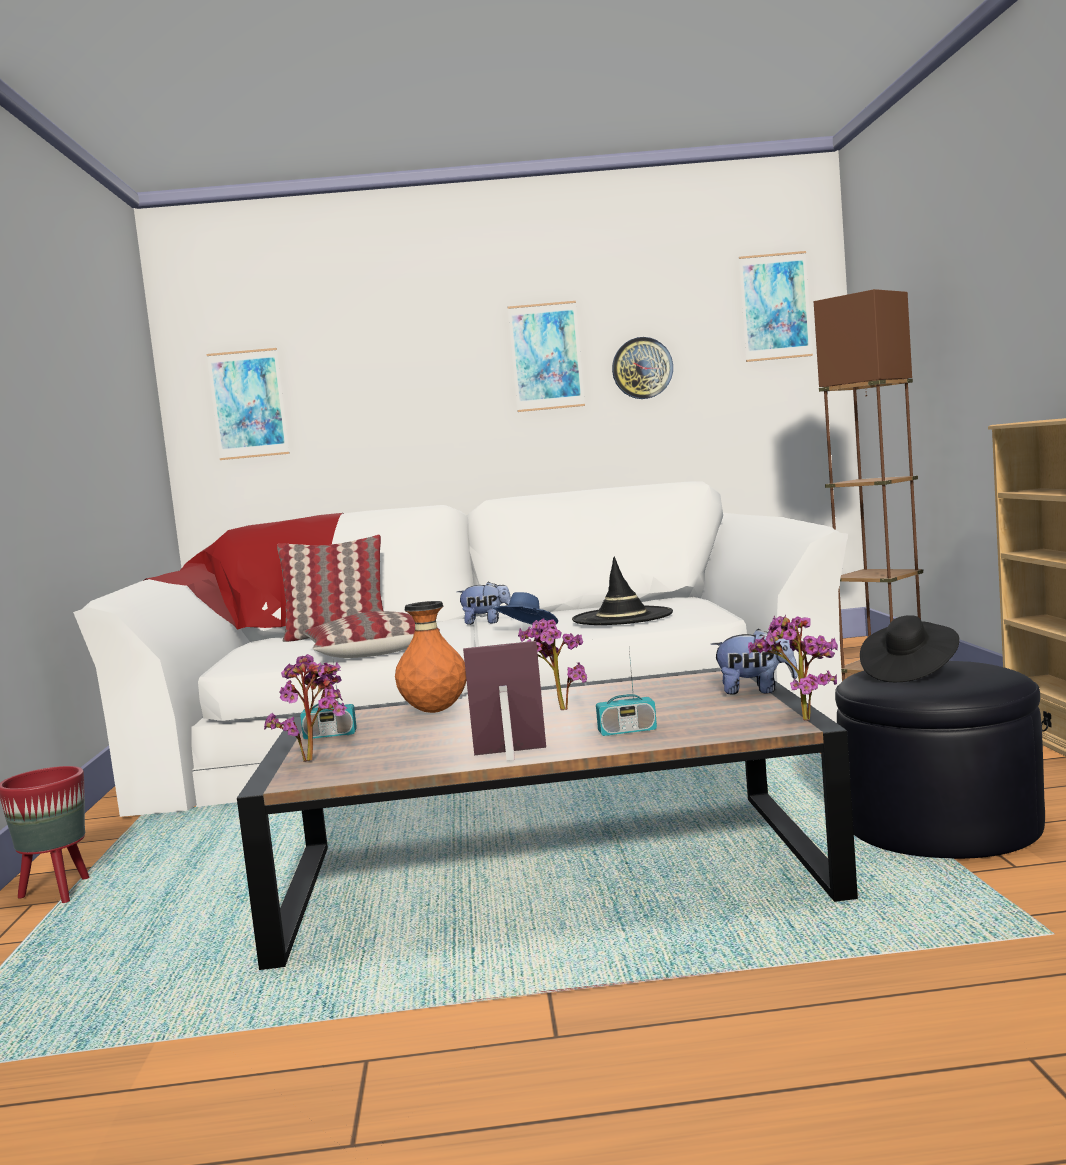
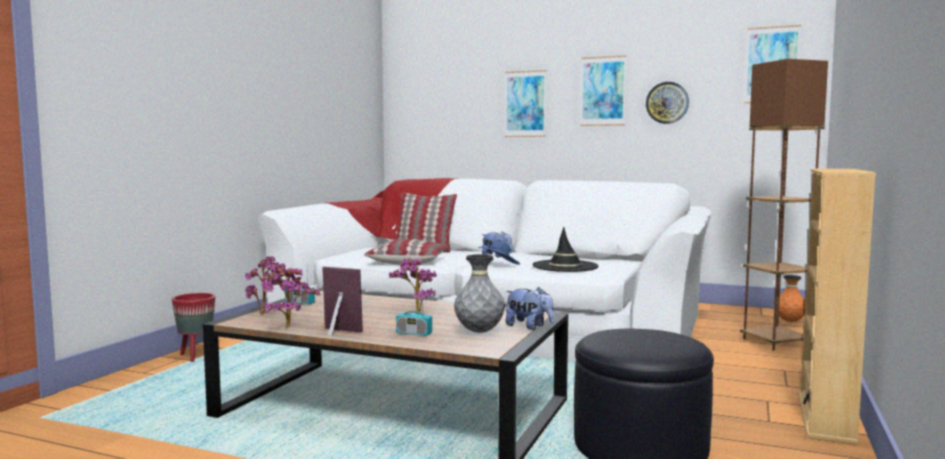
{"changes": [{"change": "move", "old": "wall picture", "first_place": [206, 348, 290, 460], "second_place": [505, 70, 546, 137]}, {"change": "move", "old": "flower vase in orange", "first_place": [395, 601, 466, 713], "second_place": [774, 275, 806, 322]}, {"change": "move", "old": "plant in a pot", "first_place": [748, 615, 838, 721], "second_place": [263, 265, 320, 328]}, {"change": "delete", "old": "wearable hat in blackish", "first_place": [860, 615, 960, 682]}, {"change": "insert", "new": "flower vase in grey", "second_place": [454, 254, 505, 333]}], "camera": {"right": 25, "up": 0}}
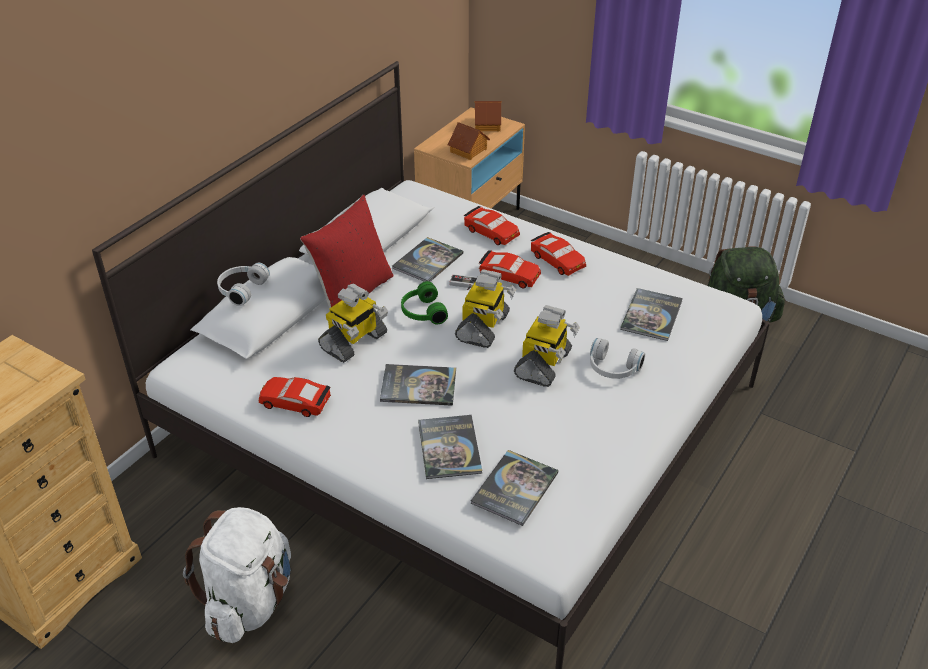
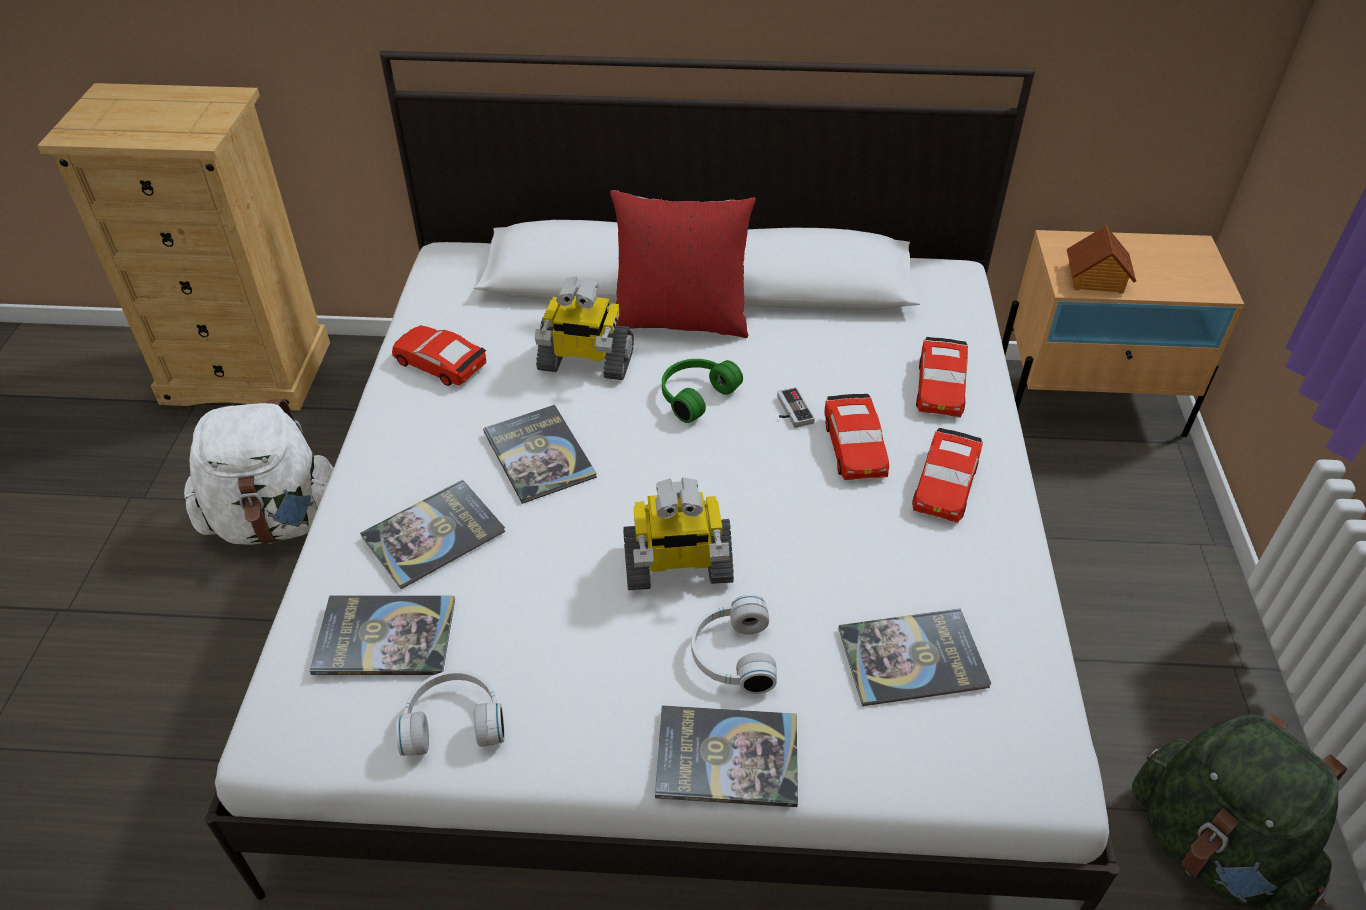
{"changes": [{"change": "move", "old": "headset in white", "first_place": [217, 263, 270, 306], "second_place": [396, 670, 505, 756]}, {"change": "rotate", "old": "miniature car in red-coloured", "first_place": [259, 377, 331, 417], "second_place": [392, 325, 487, 386], "degrees": -45}, {"change": "move", "old": "bound book", "first_place": [392, 237, 463, 282], "second_place": [655, 705, 798, 807]}, {"change": "delete", "old": "toy robot", "first_place": [455, 269, 516, 348]}, {"change": "delete", "old": "miniature house", "first_place": [475, 101, 502, 131]}], "camera": {"right": 60, "up": 5}}
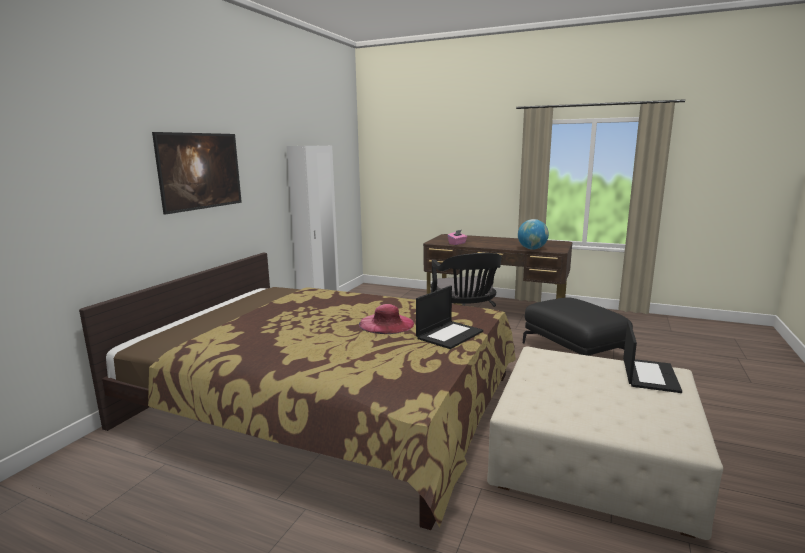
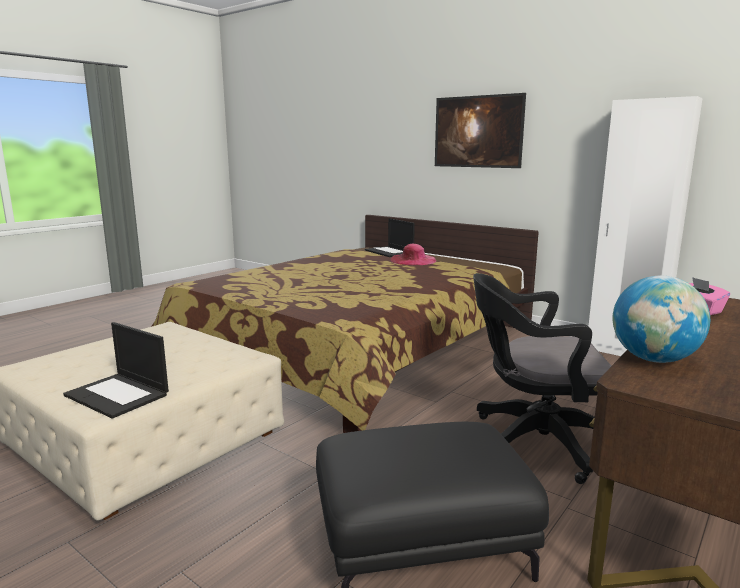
{"changes": [{"change": "move", "old": "wearable hat in pinkish", "first_place": [359, 304, 414, 334], "second_place": [390, 244, 436, 265]}, {"change": "move", "old": "portable computer", "first_place": [416, 286, 483, 349], "second_place": [365, 218, 415, 257]}], "camera": {"right": 105, "up": 0}}
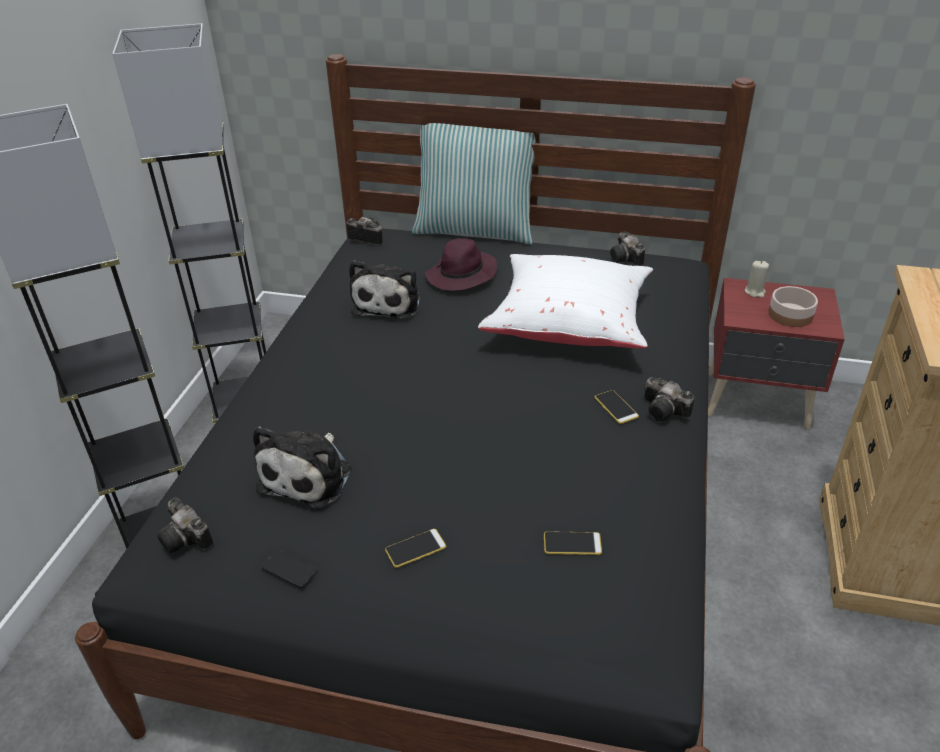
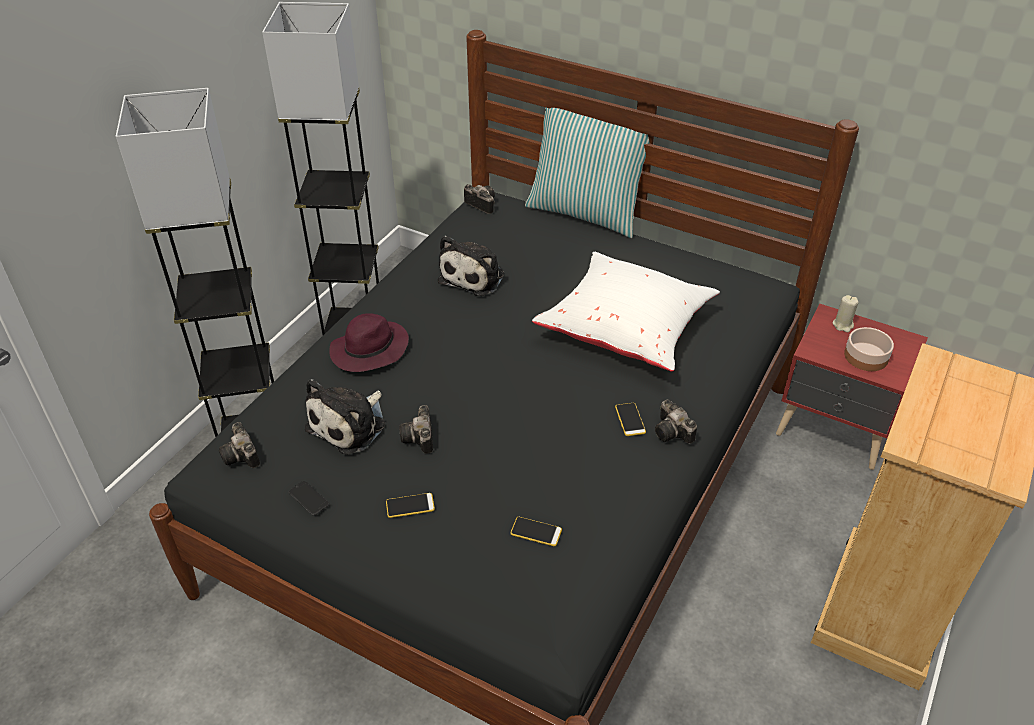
{"changes": [{"change": "move", "old": "wearable hat in purplish", "first_place": [425, 238, 497, 291], "second_place": [329, 313, 409, 372]}, {"change": "move", "old": "still camera", "first_place": [610, 231, 645, 266], "second_place": [399, 405, 433, 454]}], "camera": {"right": 15, "up": 5}}
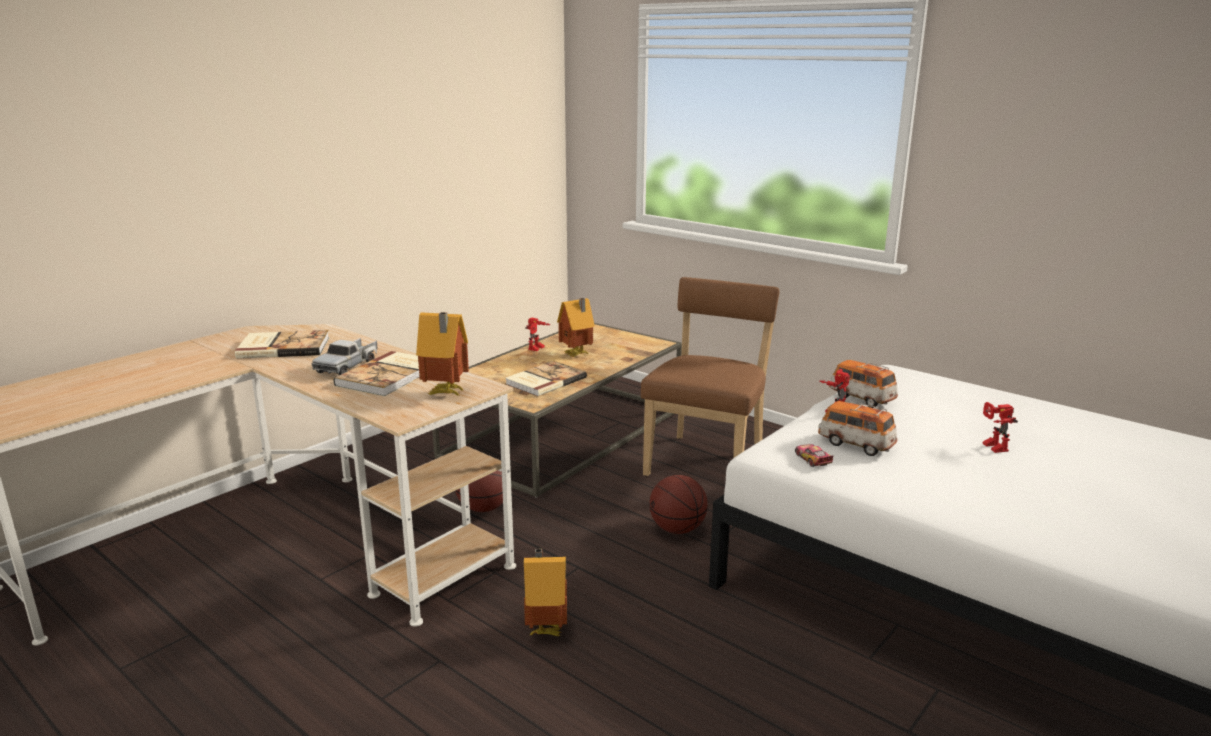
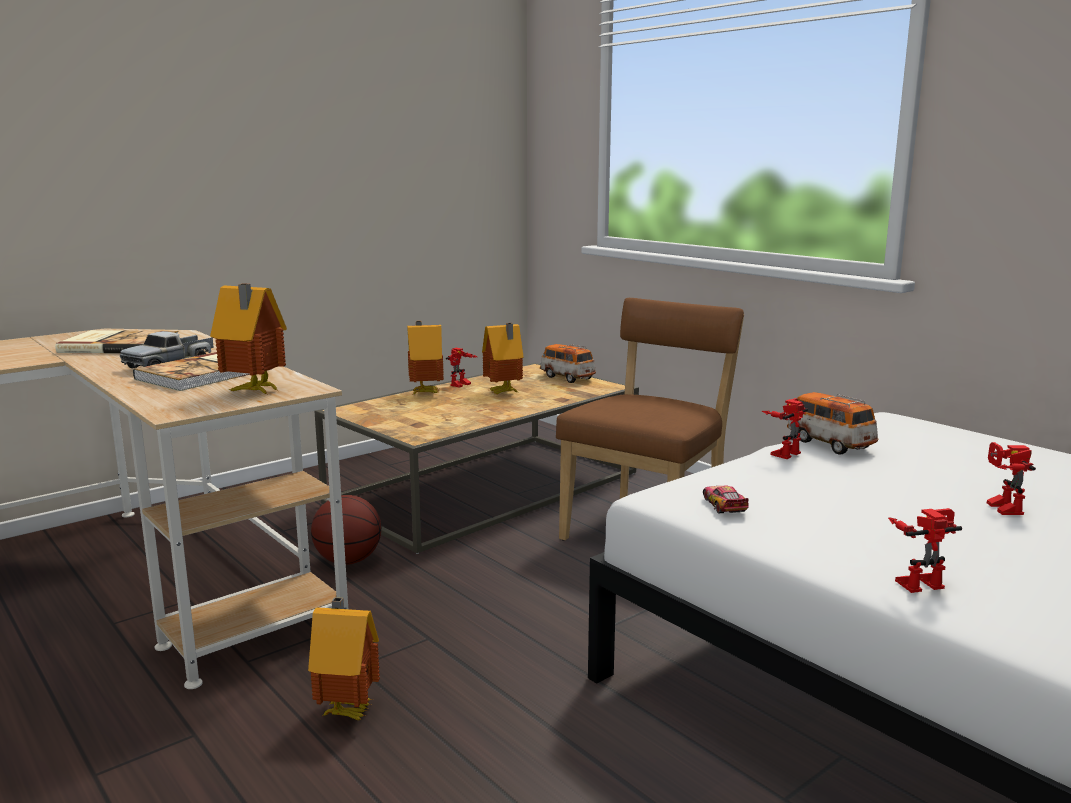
{"changes": [{"change": "delete", "old": "bound book", "first_place": [506, 361, 587, 396]}, {"change": "delete", "old": "basketball", "first_place": [649, 475, 708, 534]}, {"change": "move", "old": "miniature car", "first_place": [818, 401, 898, 456], "second_place": [540, 344, 596, 383]}, {"change": "insert", "new": "miniature house", "second_place": [407, 321, 444, 394]}, {"change": "insert", "new": "toy robot", "second_place": [888, 508, 962, 593]}], "camera": {"right": 10, "up": -5}}
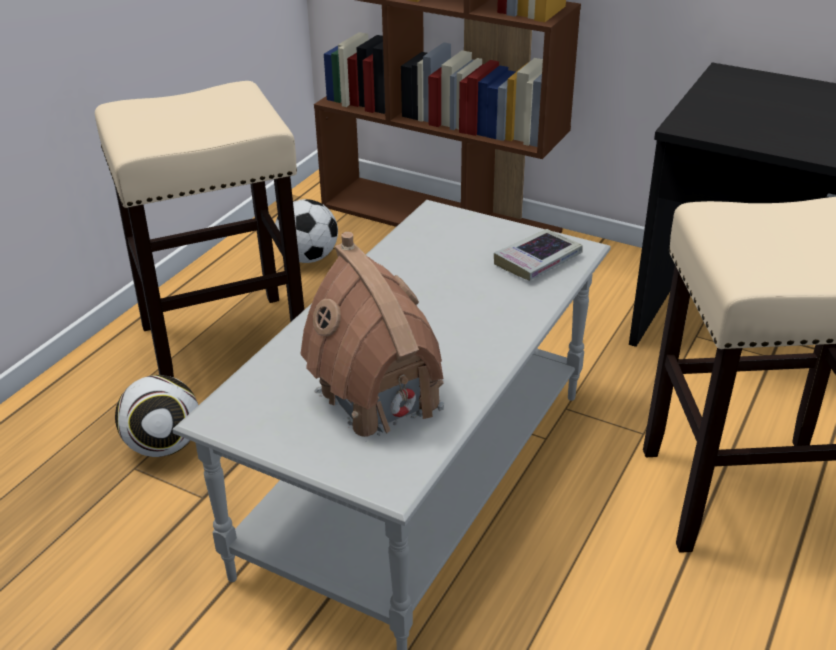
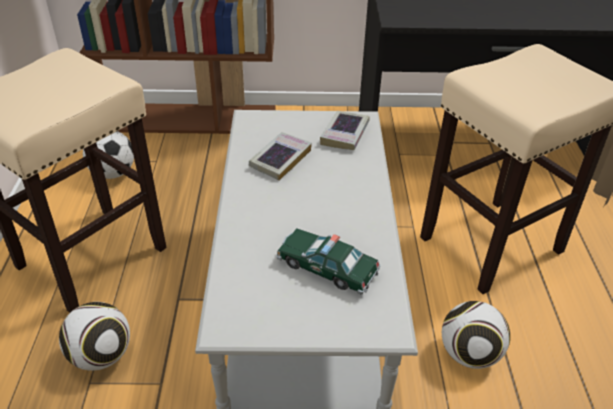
{"changes": [{"change": "replace", "old": "miniature house", "new": "miniature car", "first_place": [300, 232, 444, 442], "second_place": [276, 228, 380, 294]}, {"change": "insert", "new": "bound book", "second_place": [249, 132, 312, 181]}, {"change": "insert", "new": "football", "second_place": [442, 301, 510, 369]}], "camera": {"right": -30, "up": 5}}
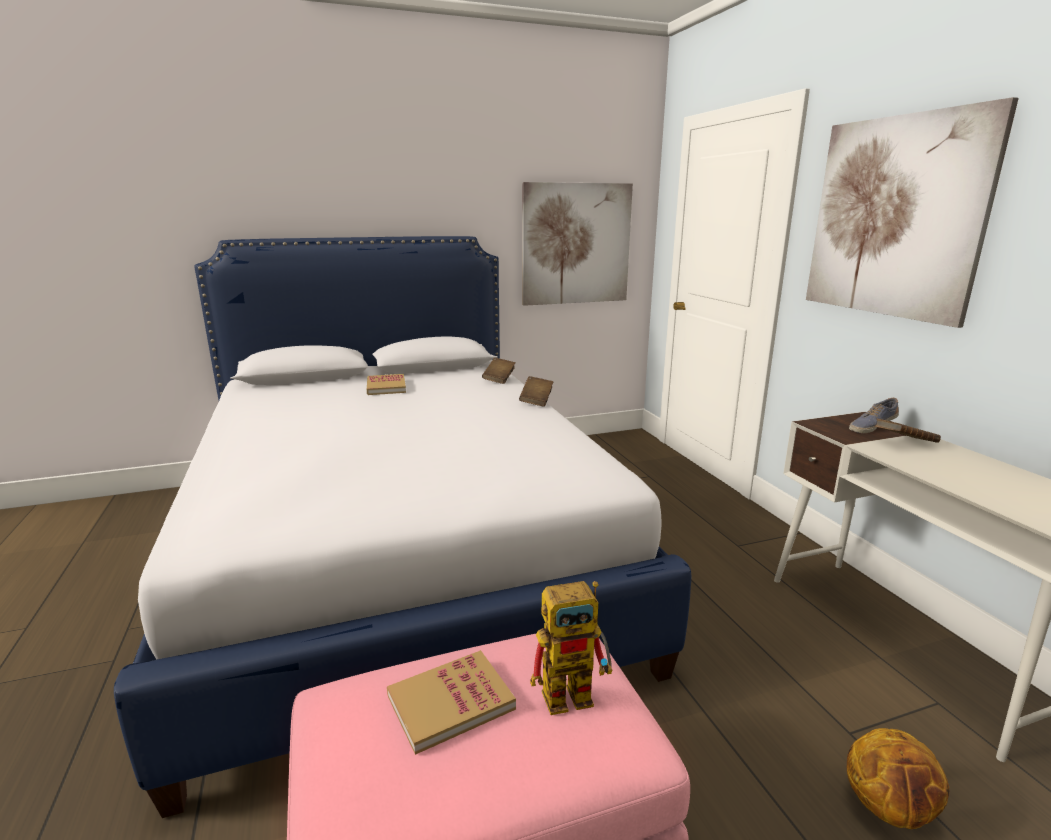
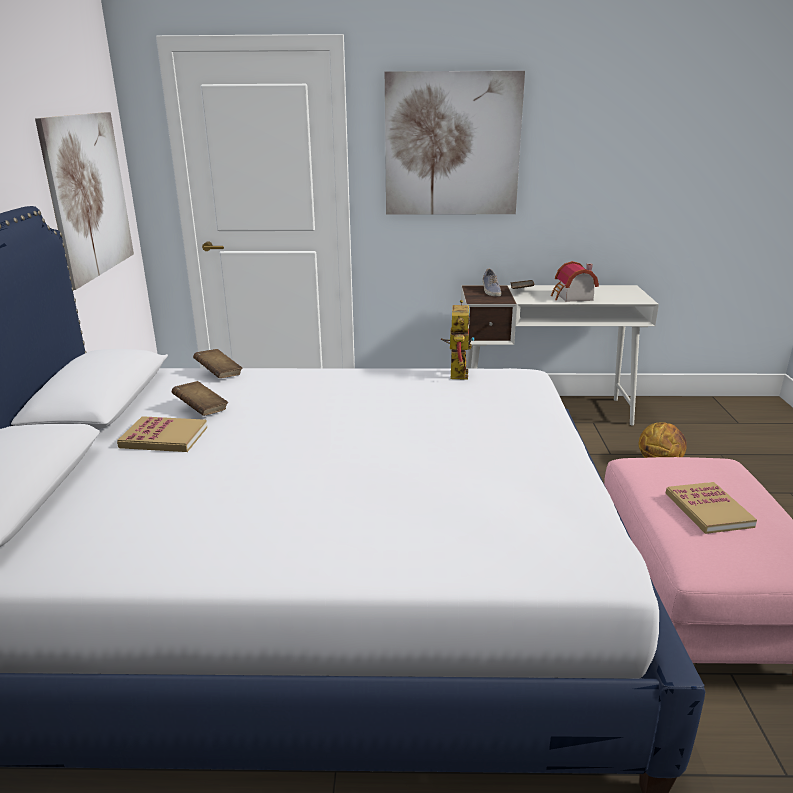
{"changes": [{"change": "move", "old": "bound book in brownish", "first_place": [519, 376, 554, 406], "second_place": [172, 381, 228, 416]}, {"change": "move", "old": "toy robot", "first_place": [530, 581, 612, 715], "second_place": [441, 300, 475, 380]}, {"change": "insert", "new": "miniature house", "second_place": [551, 261, 599, 302]}], "camera": {"right": -70, "up": 5}}
